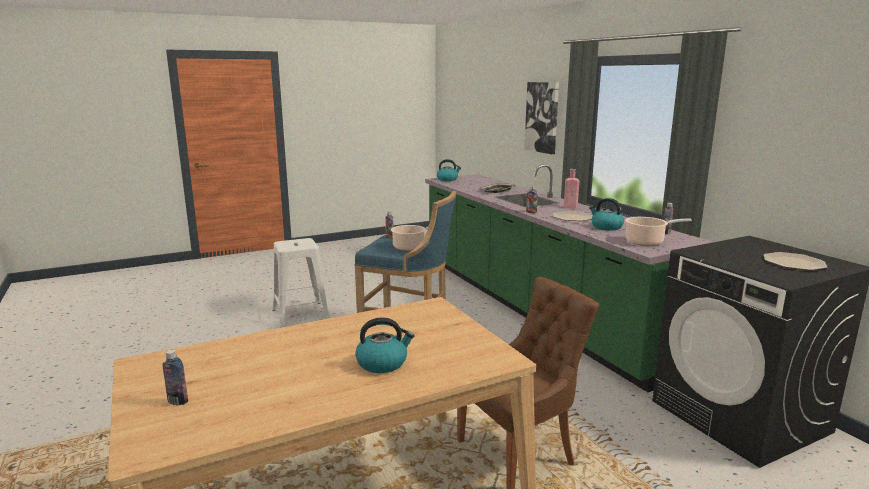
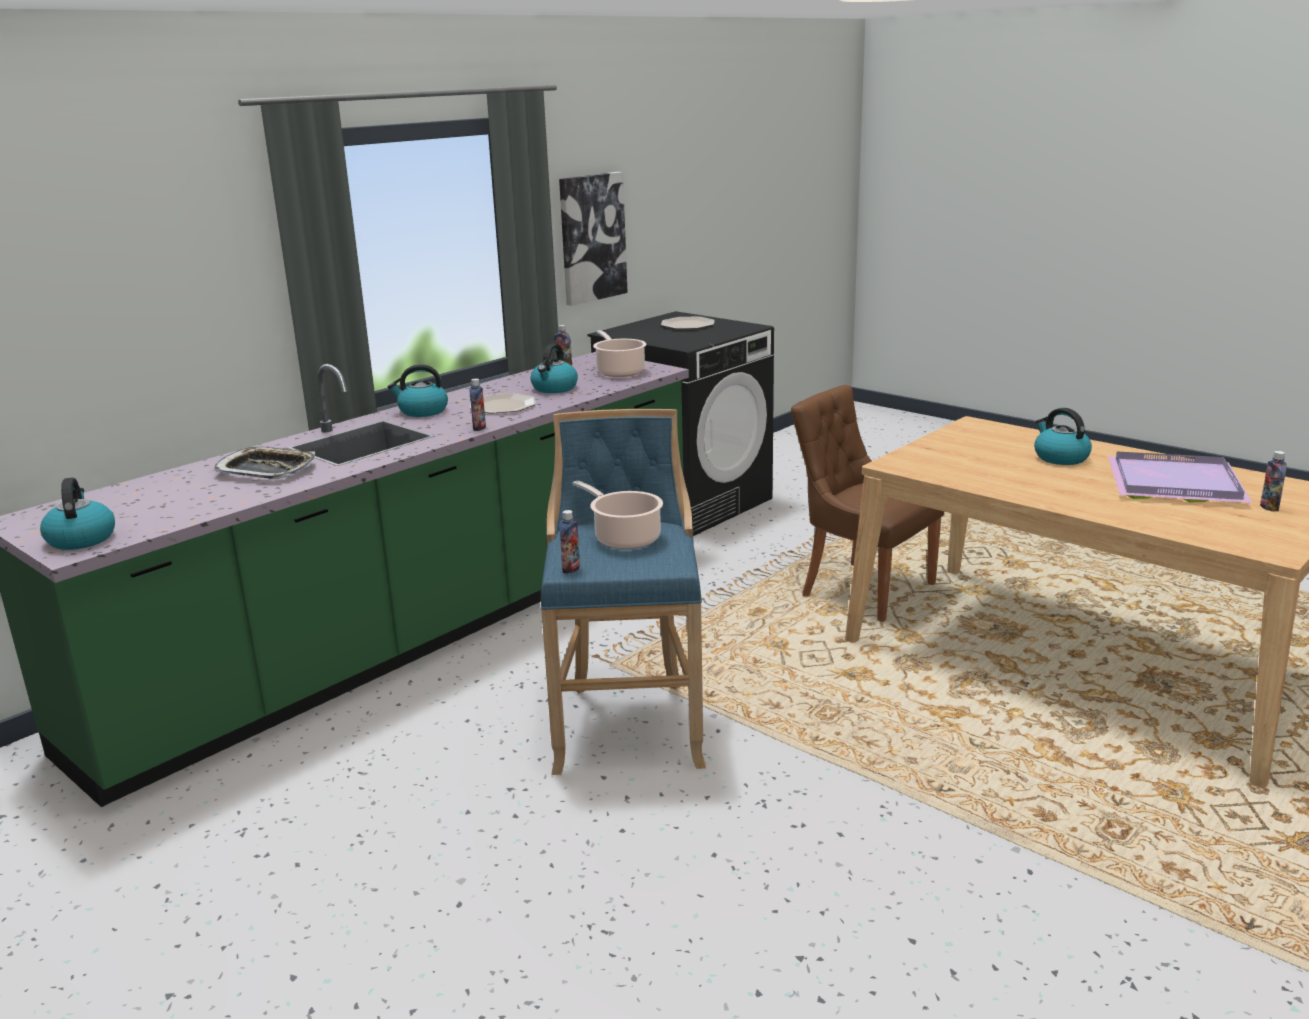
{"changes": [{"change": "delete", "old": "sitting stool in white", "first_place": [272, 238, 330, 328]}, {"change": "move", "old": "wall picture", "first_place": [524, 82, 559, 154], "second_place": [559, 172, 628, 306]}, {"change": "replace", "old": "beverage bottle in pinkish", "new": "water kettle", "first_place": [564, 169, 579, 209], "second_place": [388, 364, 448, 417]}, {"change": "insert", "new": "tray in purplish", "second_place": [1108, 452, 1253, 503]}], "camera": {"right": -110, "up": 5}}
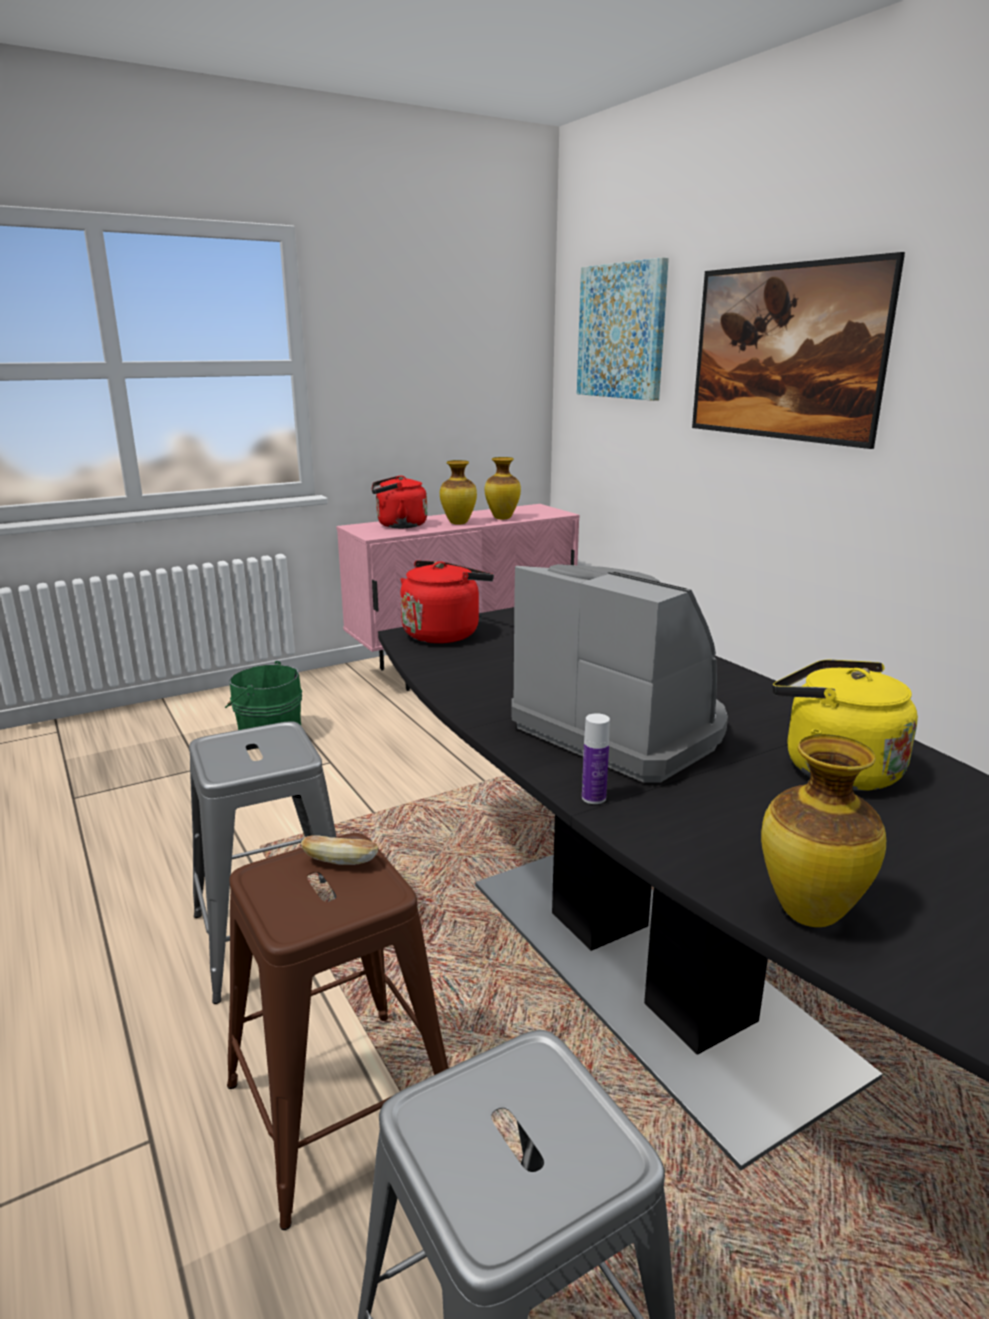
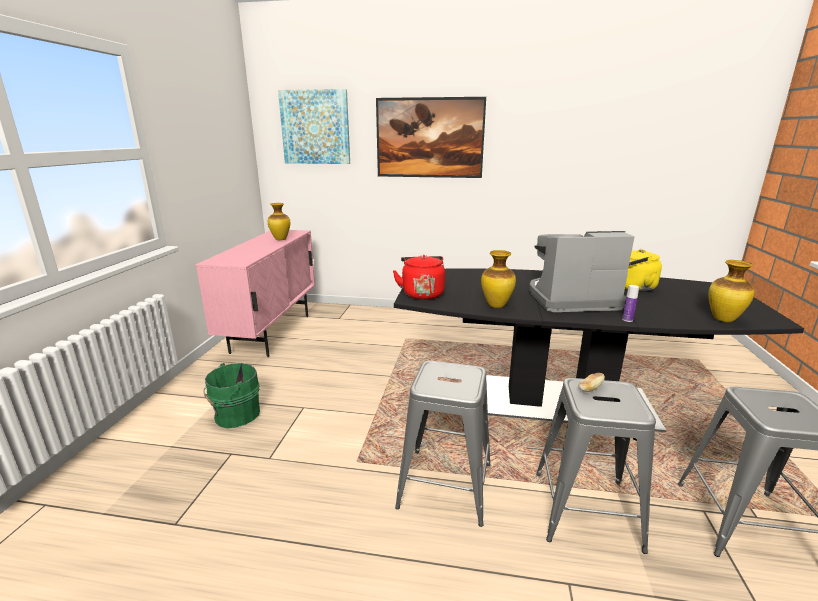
{"changes": [{"change": "recolor", "old": "sitting stool in brownish", "new": "sitting stool in grey", "first_place": [227, 833, 448, 1230], "second_place": [536, 378, 656, 554]}, {"change": "delete", "old": "water kettle in red-coloured", "first_place": [372, 475, 427, 528]}, {"change": "move", "old": "flower vase", "first_place": [440, 460, 477, 524], "second_place": [481, 250, 516, 308]}], "camera": {"right": -50, "up": 0}}
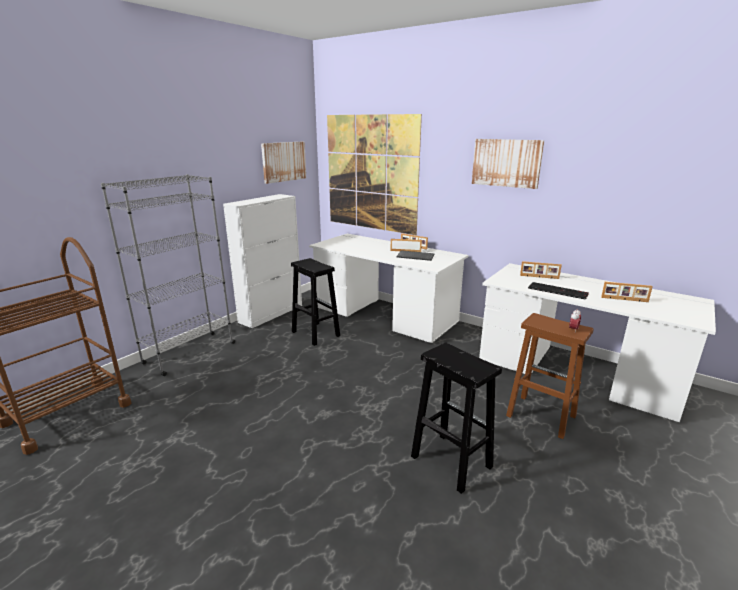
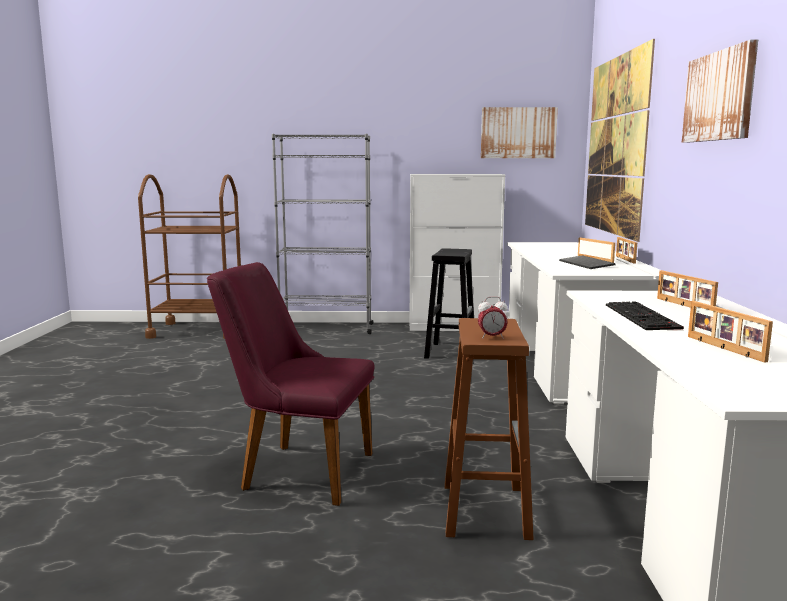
{"changes": [{"change": "replace", "old": "sitting stool in blackish", "new": "chair in purplish", "first_place": [411, 343, 502, 494], "second_place": [207, 262, 375, 506]}], "camera": {"right": 55, "up": -10}}
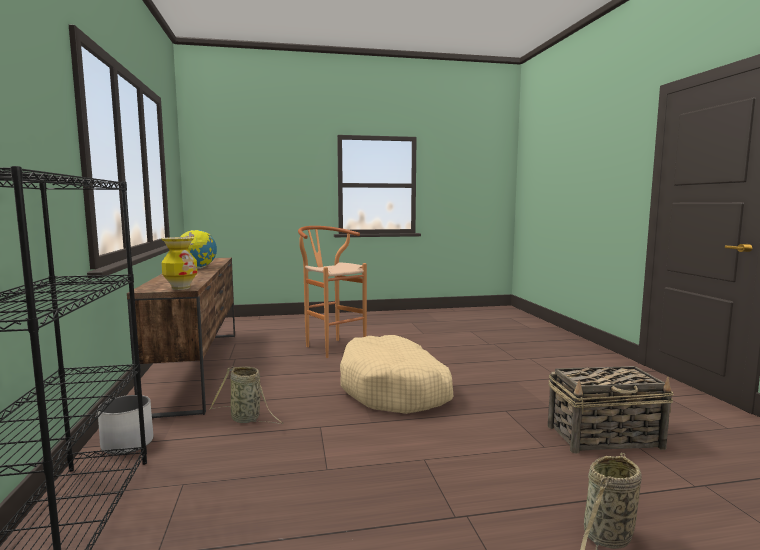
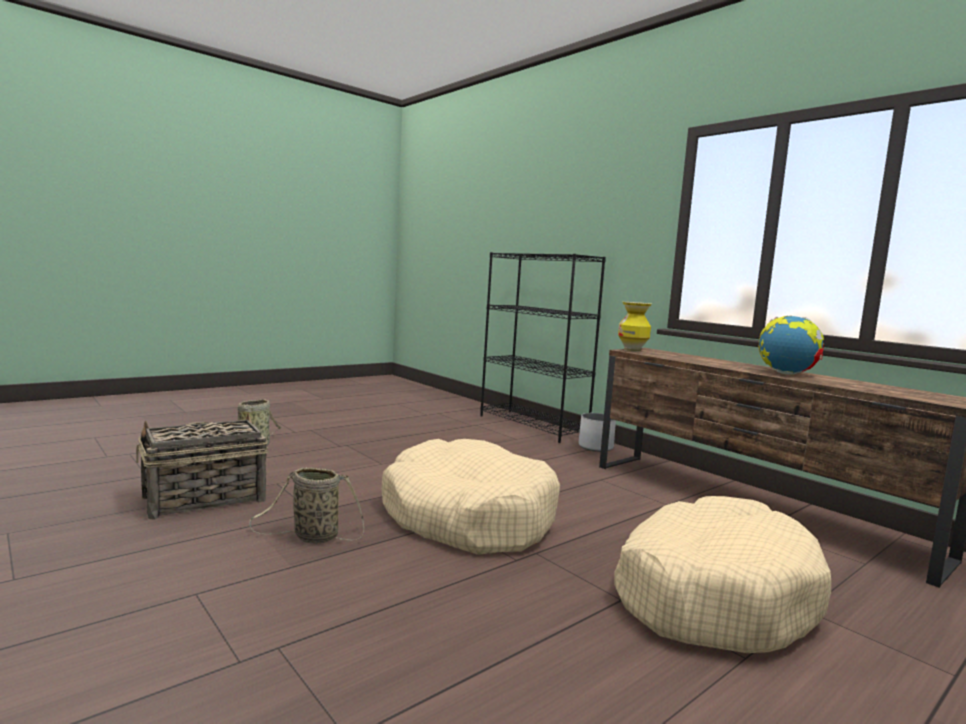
{"changes": [{"change": "move", "old": "household basket", "first_place": [209, 367, 283, 424], "second_place": [249, 468, 364, 543]}, {"change": "replace", "old": "sitting stool in brownish", "new": "dog cushion in beige", "first_place": [298, 226, 367, 358], "second_place": [615, 496, 831, 653]}], "camera": {"right": 150, "up": 0}}
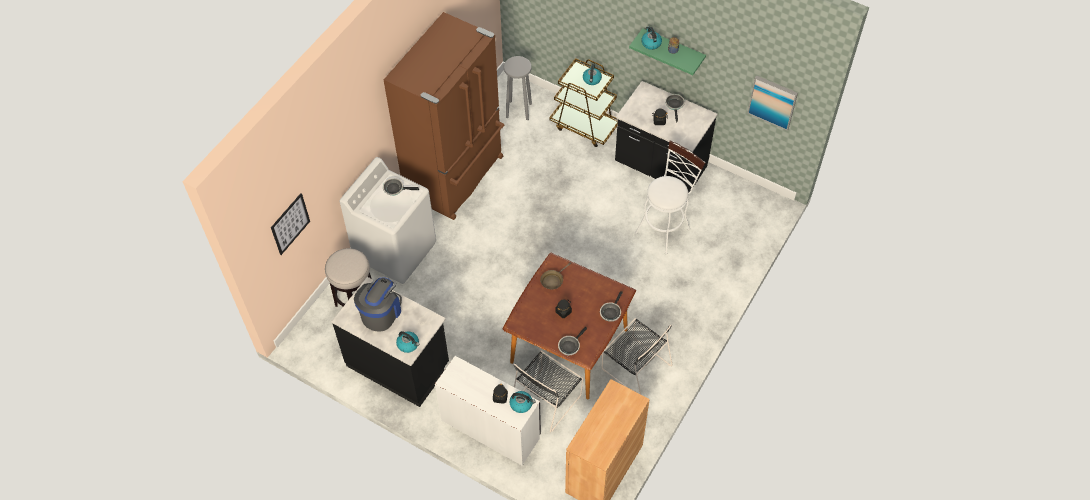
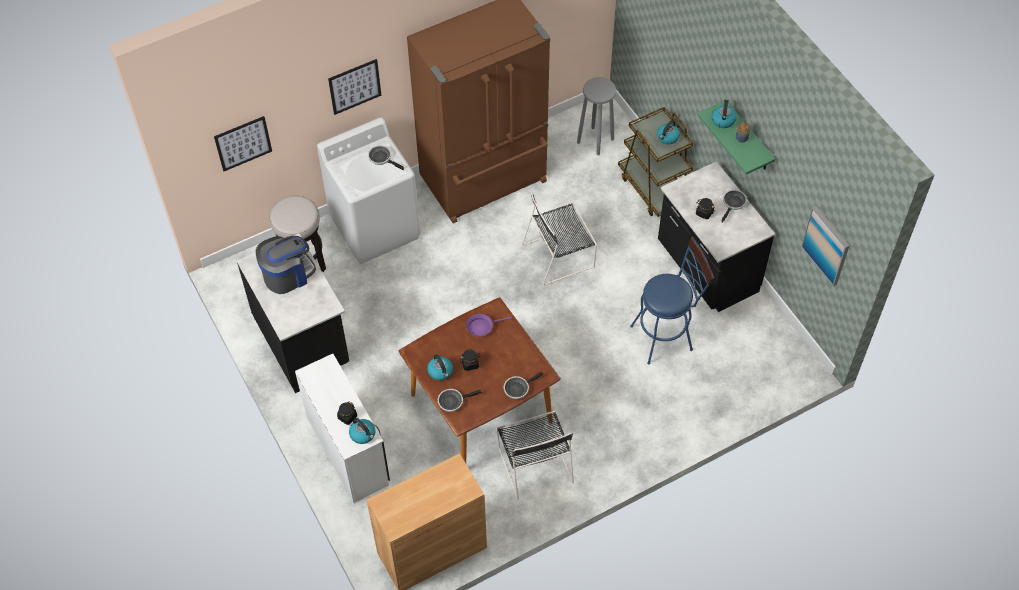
{"changes": [{"change": "move", "old": "water kettle", "first_place": [396, 331, 419, 353], "second_place": [427, 354, 453, 381]}, {"change": "move", "old": "chair in blackish", "first_place": [514, 351, 583, 433], "second_place": [522, 194, 597, 285]}, {"change": "recolor", "old": "frying pan in brownish", "new": "frying pan in purplish", "first_place": [540, 263, 571, 289], "second_place": [466, 314, 512, 337]}, {"change": "recolor", "old": "sitting stool in white", "new": "sitting stool in blue", "first_place": [635, 140, 705, 254], "second_place": [630, 237, 714, 364]}, {"change": "insert", "new": "wall picture", "second_place": [328, 59, 381, 115]}], "camera": {"right": 30, "up": 0}}
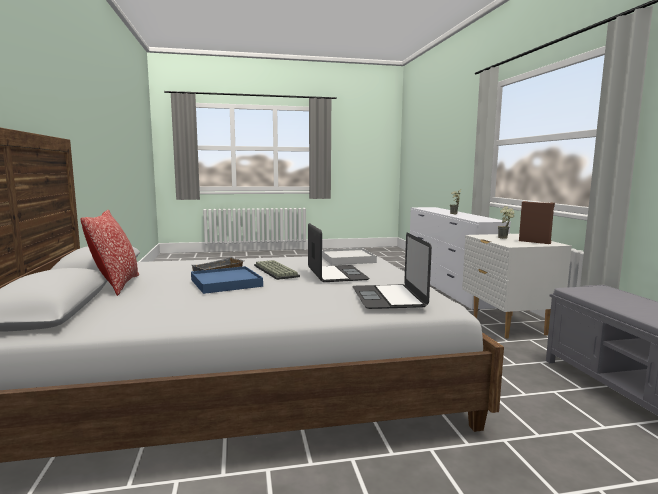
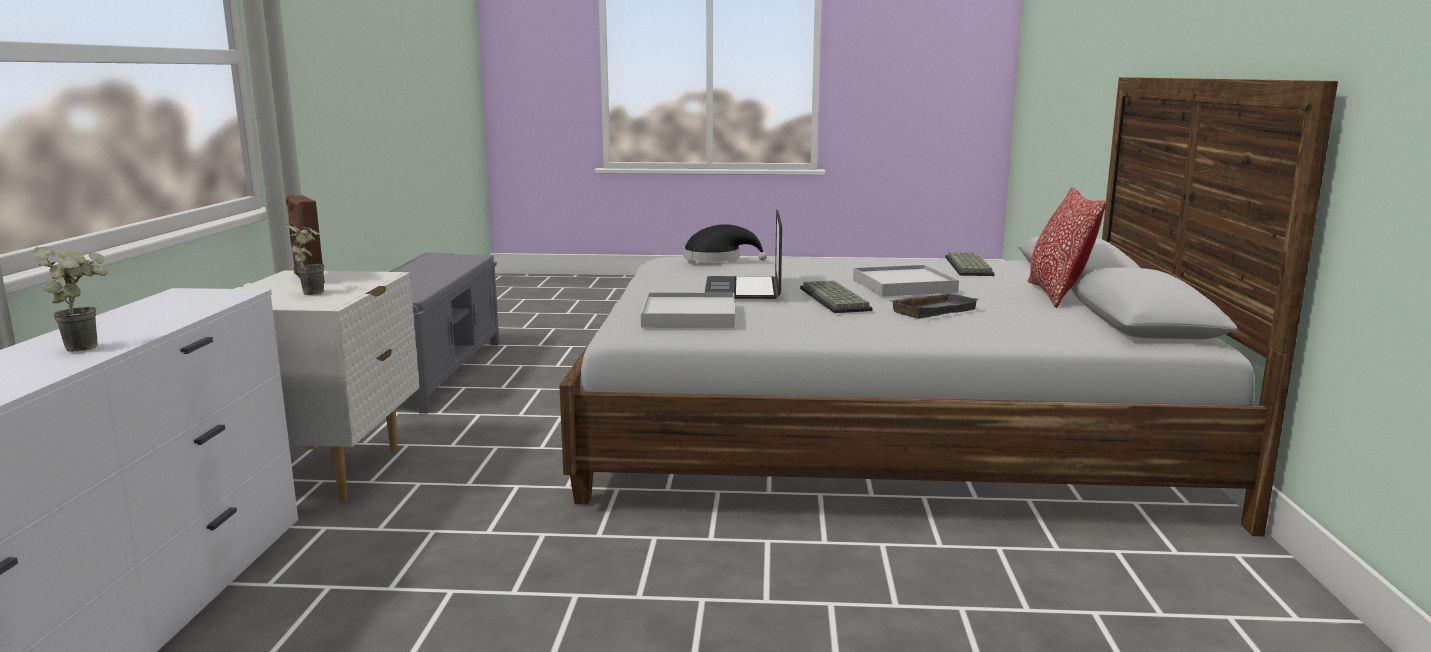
{"changes": [{"change": "recolor", "old": "tray in blue", "new": "tray in white", "first_place": [191, 266, 263, 294], "second_place": [853, 265, 959, 297]}, {"change": "replace", "old": "portable computer", "new": "wearable hat in blackish", "first_place": [352, 232, 432, 309], "second_place": [683, 224, 767, 262]}, {"change": "insert", "new": "keyboard", "second_place": [945, 252, 995, 276]}], "camera": {"right": -165, "up": 5}}
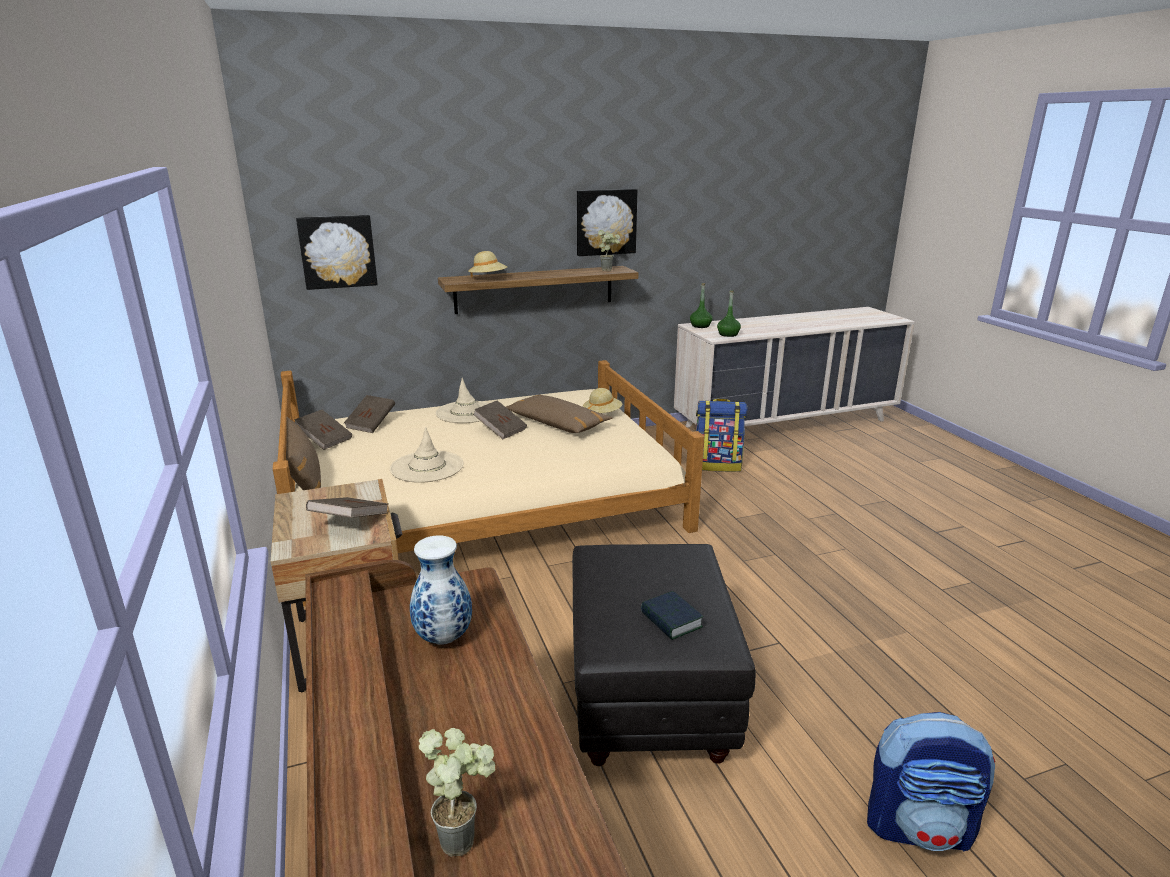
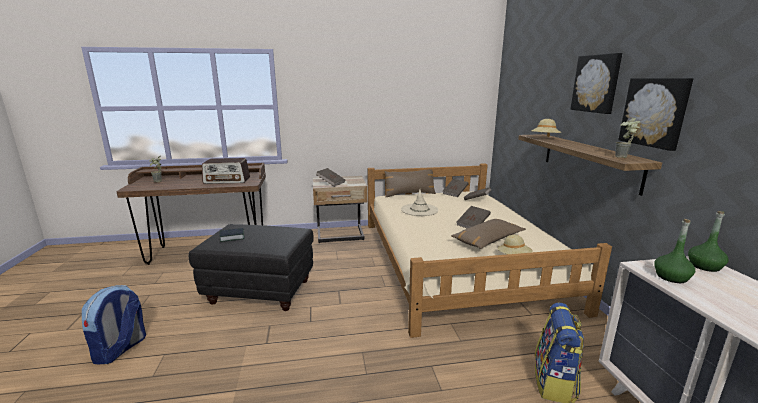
{"changes": [{"change": "move", "old": "wall picture", "first_place": [296, 215, 378, 290], "second_place": [570, 53, 622, 114]}, {"change": "replace", "old": "flower vase", "new": "radio receiver", "first_place": [410, 535, 472, 645], "second_place": [202, 158, 250, 184]}, {"change": "delete", "old": "wearable hat in beige", "first_place": [436, 378, 489, 423]}], "camera": {"right": 100, "up": -5}}
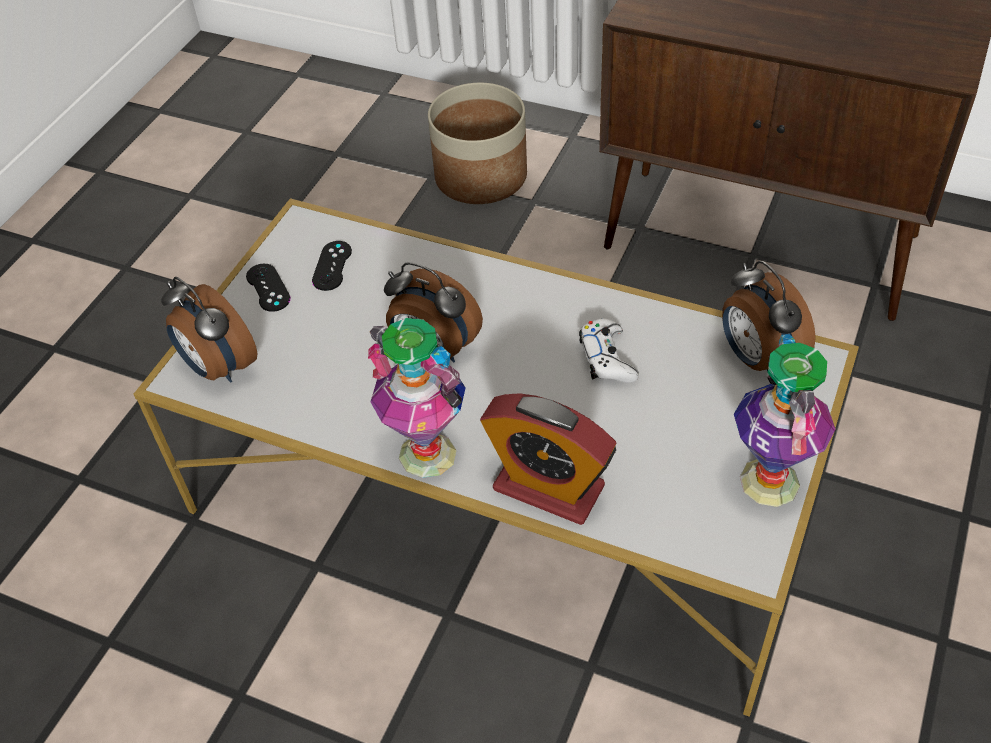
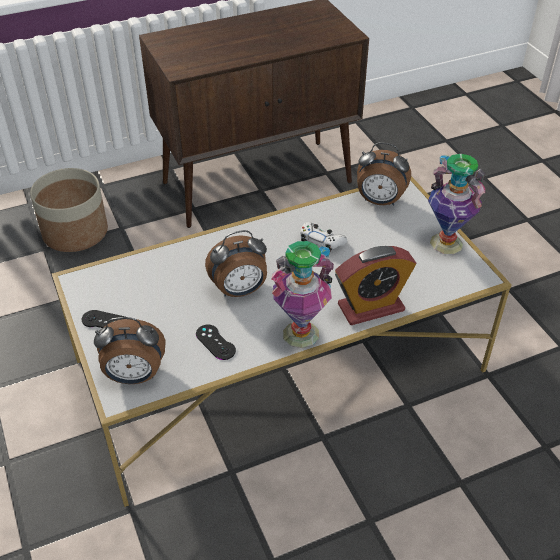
{"changes": [{"change": "move", "old": "gamepad in blackish", "first_place": [312, 241, 352, 291], "second_place": [196, 324, 236, 360]}], "camera": {"right": -50, "up": -5}}
